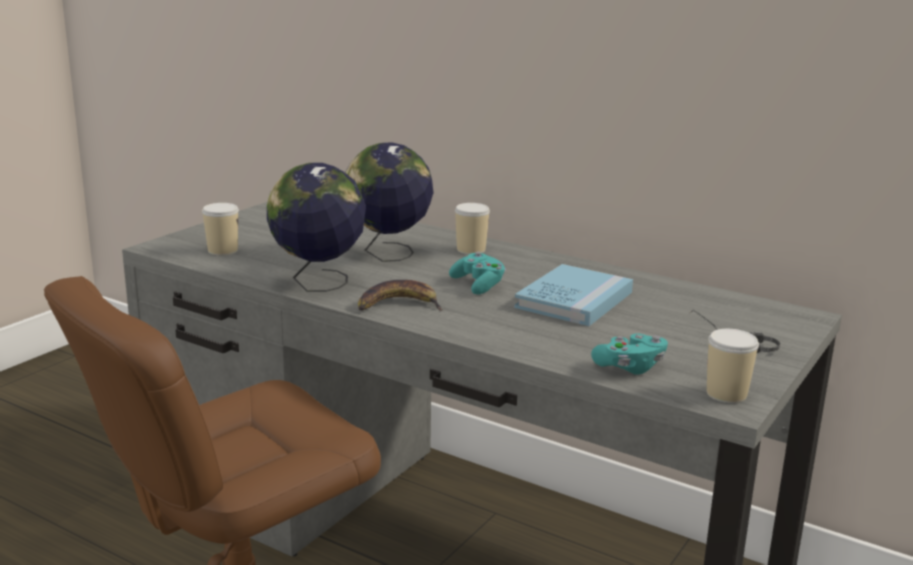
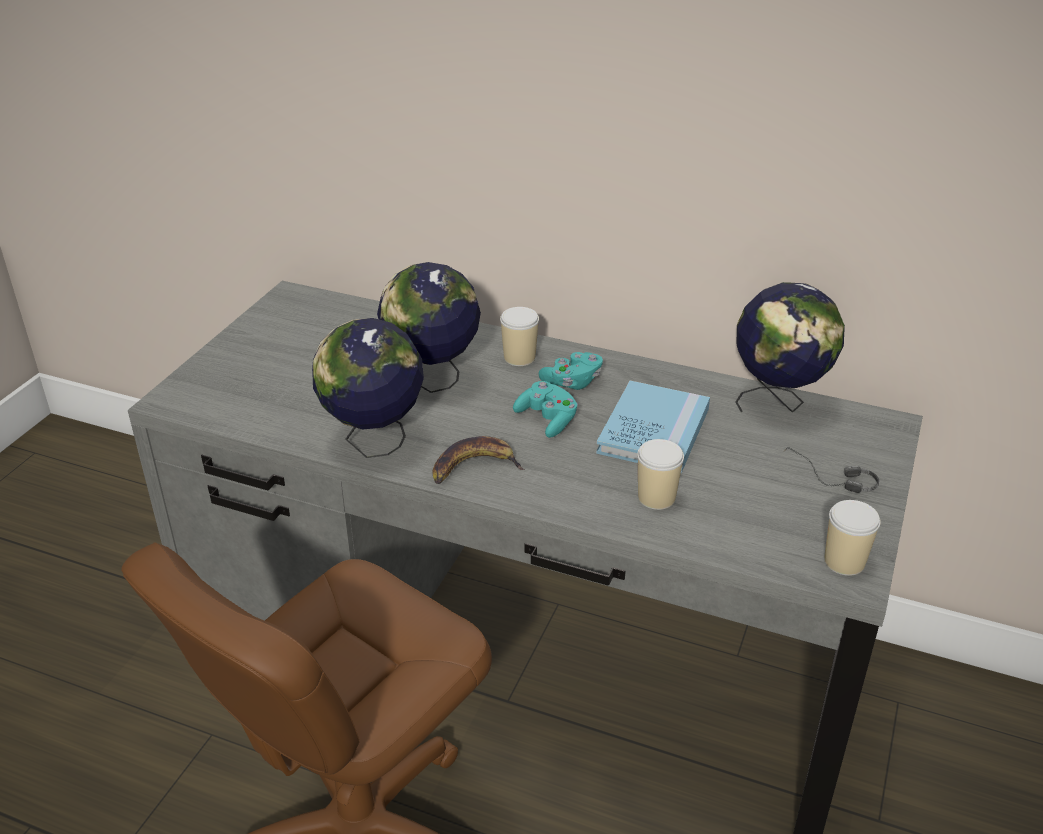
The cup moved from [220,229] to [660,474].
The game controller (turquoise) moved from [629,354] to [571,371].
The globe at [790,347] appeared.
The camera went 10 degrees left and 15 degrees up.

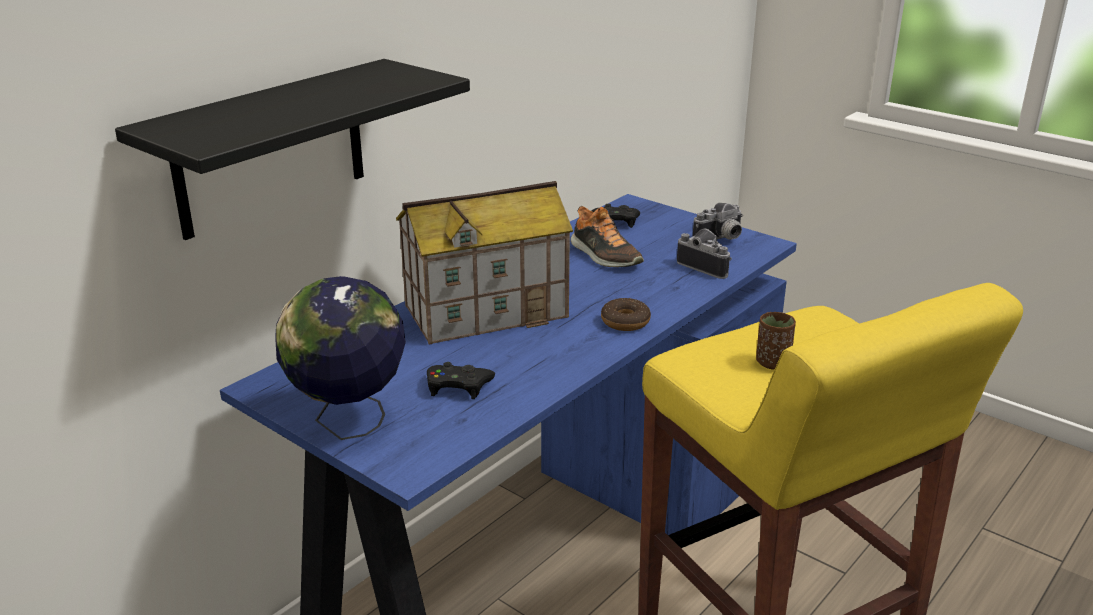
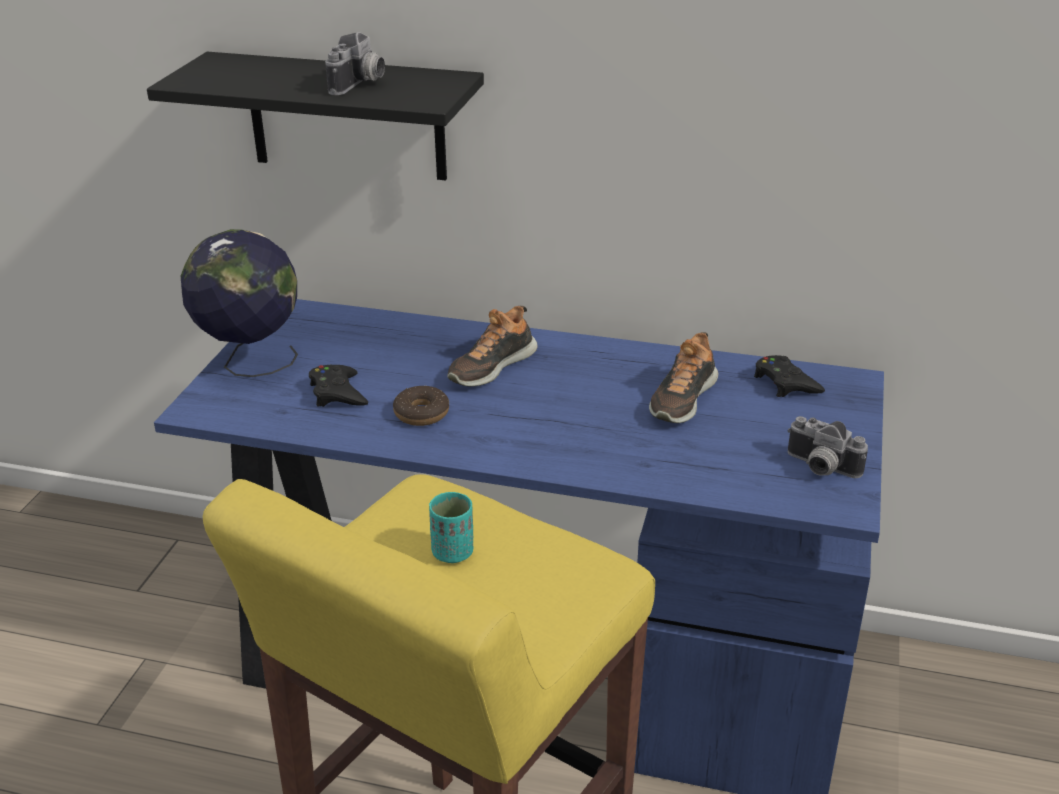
The toy house at [484,262] was replaced by the shoe at [493,346].
The photo camera moved from [704,253] to [355,63].
The donut moved from [626,314] to [421,406].
The cup (brown) at [776,341] became the cup (turquoise) at [451,527].
The camera went 65 degrees right and 5 degrees up.

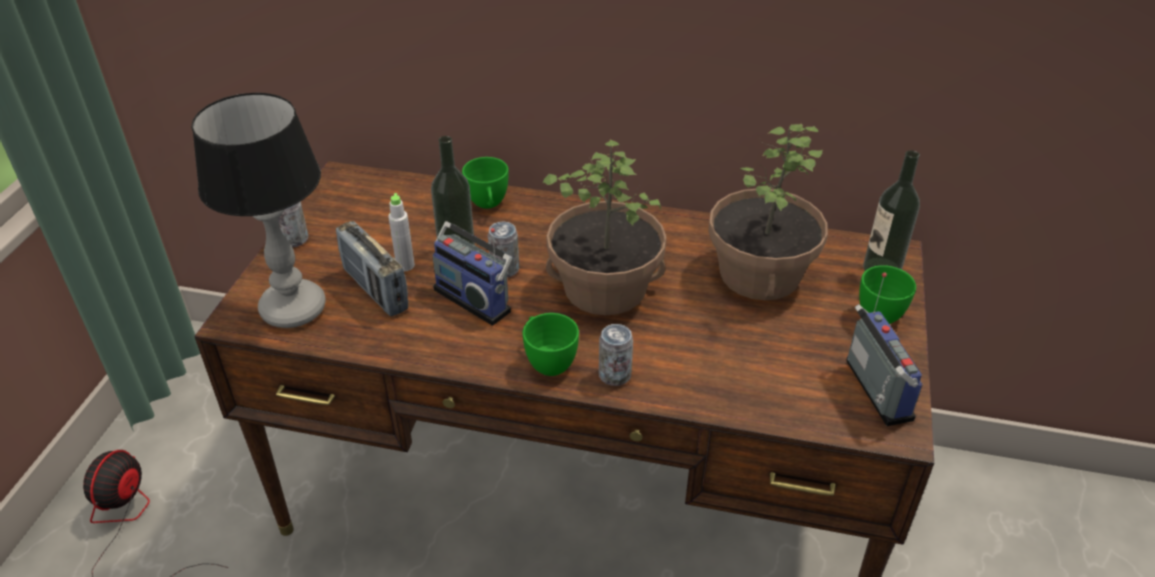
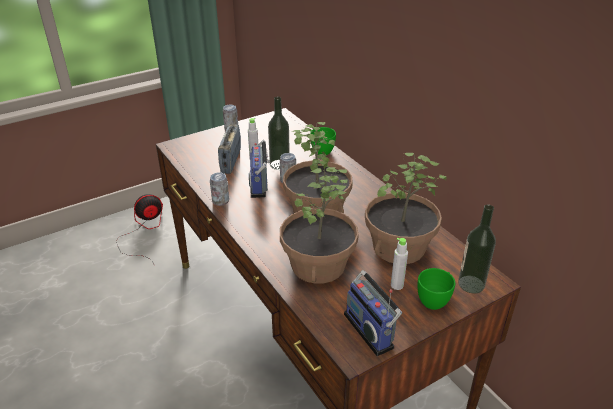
The table lamp at [258,210] disappeared.
The radio at [884,349] turned 120 degrees clockwise.
The cup (green) at [551,344] disappeared.
The can moved from [616,355] to [219,189].
The potted plant at [319,225] appeared.
The bottle (grey) at [399,264] appeared.
The camera went 45 degrees right and 5 degrees down.

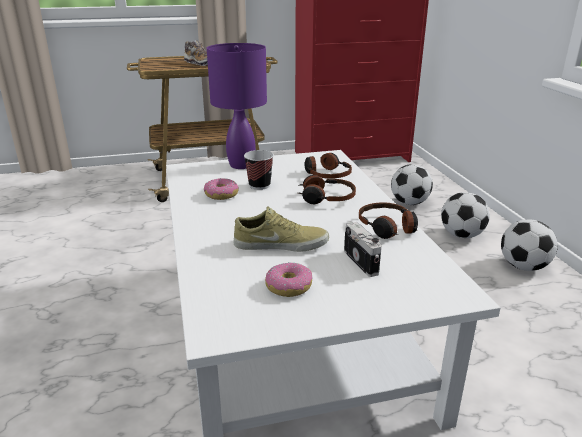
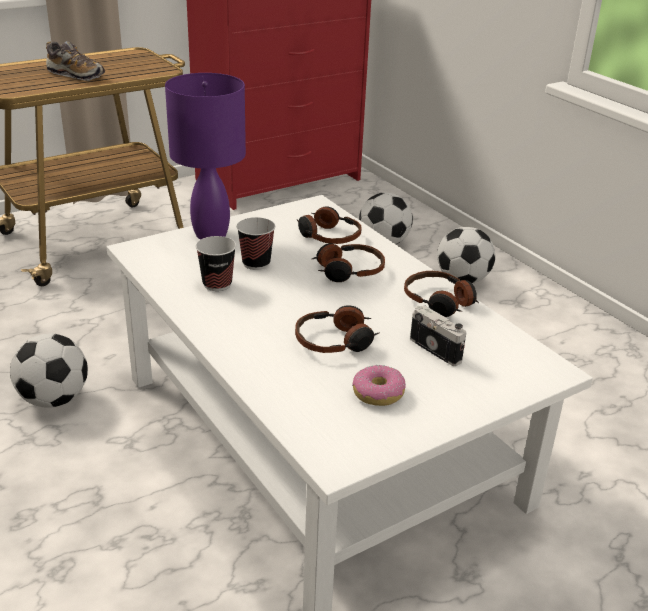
The donut at [221,189] was replaced by the cup at [216,263].
The shoe (beige) at [281,229] was replaced by the headphones at [337,329].
The football moved from [529,245] to [49,371].
The camera went 20 degrees left and 5 degrees up.

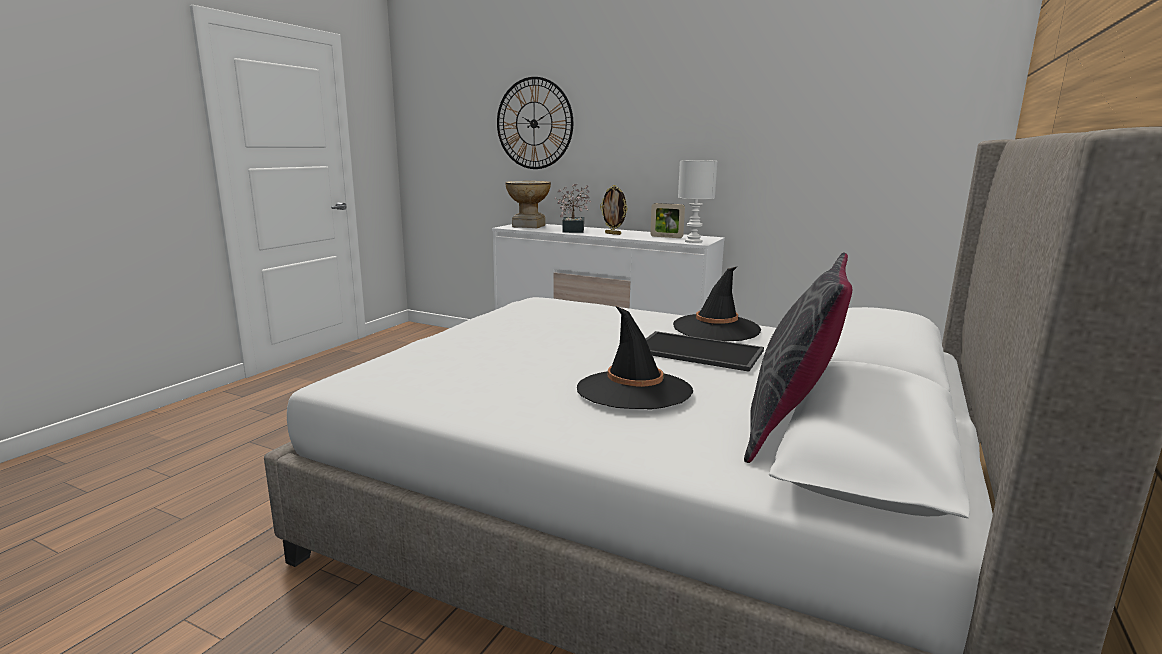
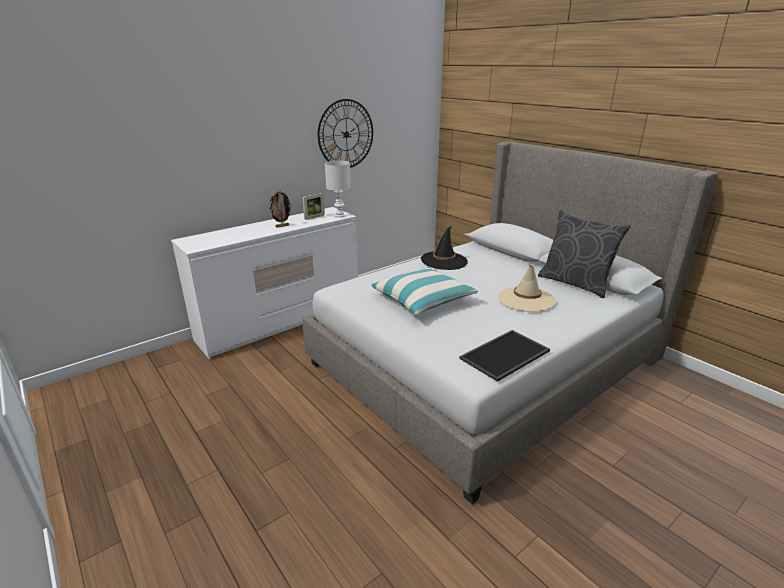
The wall clock moved from [535,123] to [345,133].
The vase at [528,205] disappeared.
The potted plant at [573,208] disappeared.
The hat (black) at [635,357] became the hat (beige) at [527,288].
The tray moved from [705,351] to [504,356].
The pillow at [425,291] appeared.
The camera went 65 degrees left and 10 degrees up.

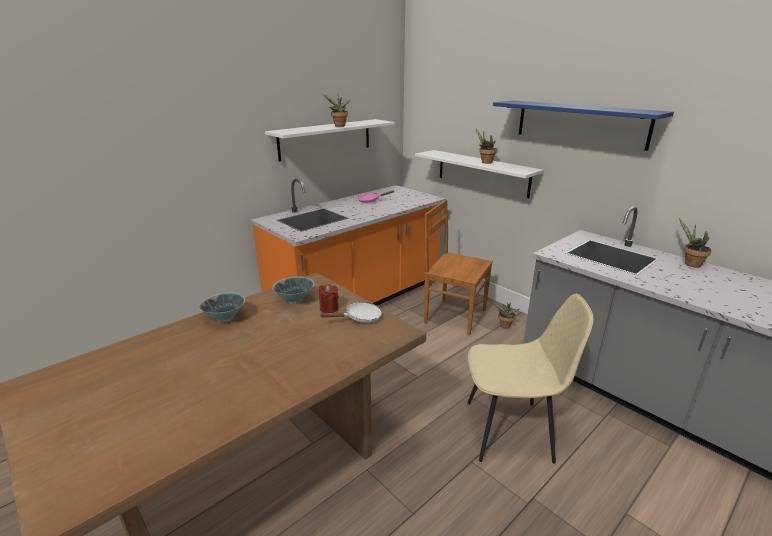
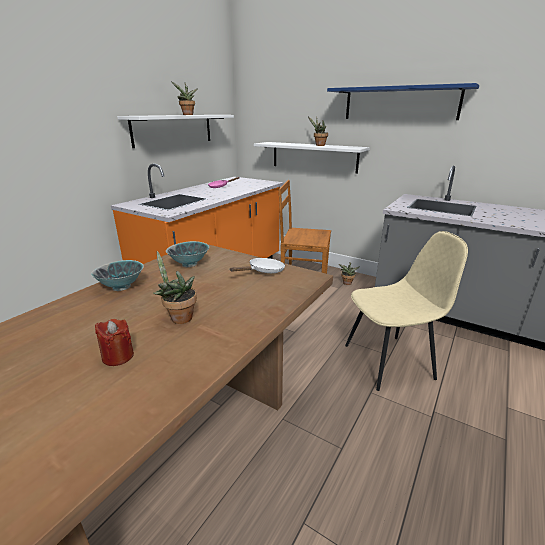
The potted plant moved from [695,243] to [175,287].
The candle (red) moved from [329,298] to [114,342].
The camera went 15 degrees left and 0 degrees up.

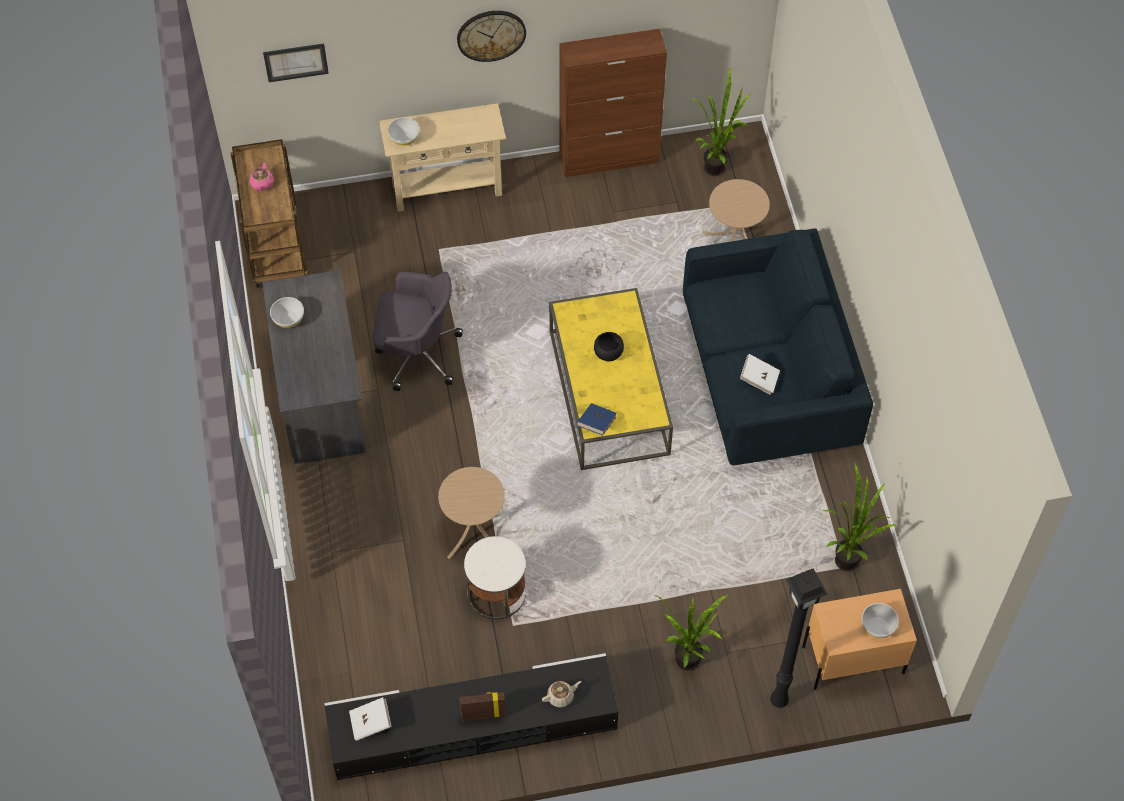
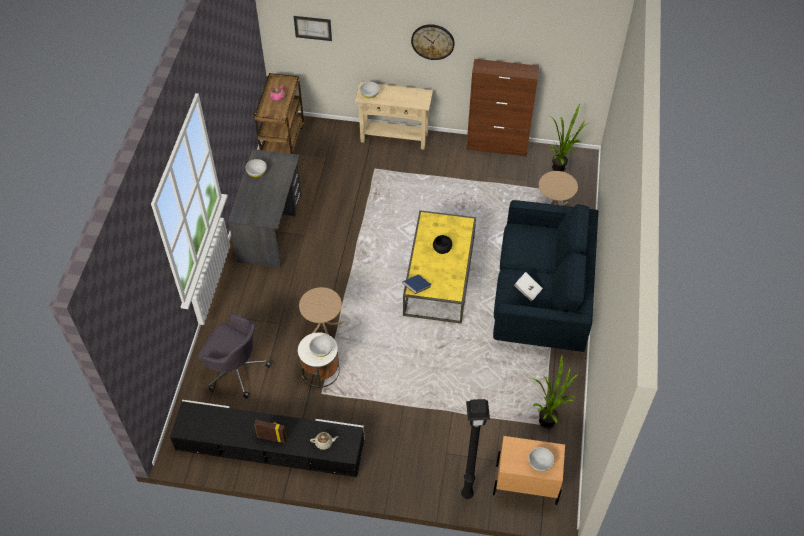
The office chair (grey) moved from [418,331] to [235,356].
The potted plant at [690,632] disappeared.
The book (white) at [370,719] disappeared.
The bowl (white) at [321,346] appeared.
The camera went 20 degrees right and 5 degrees down.

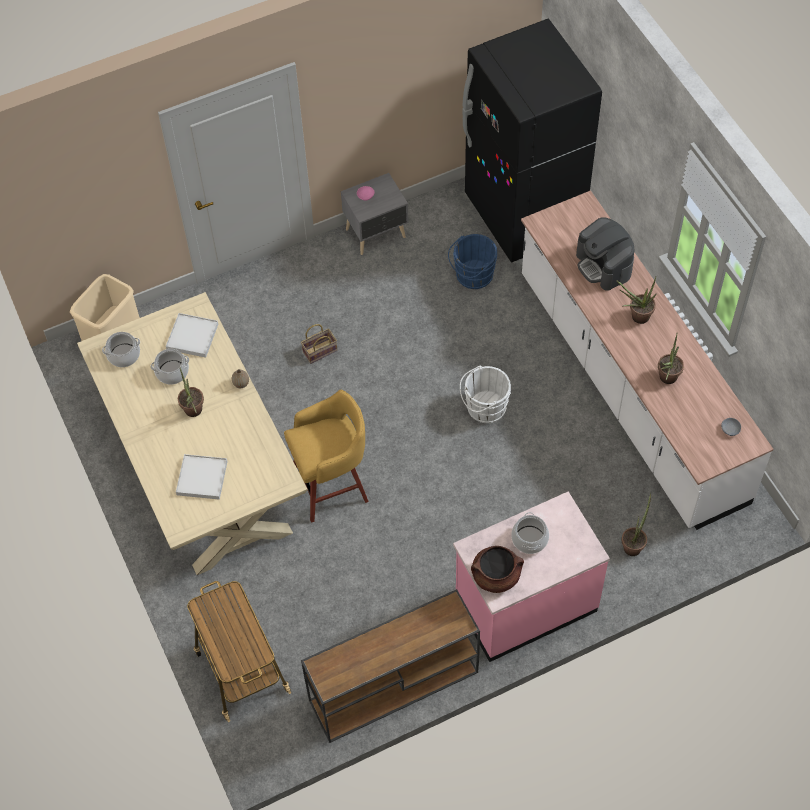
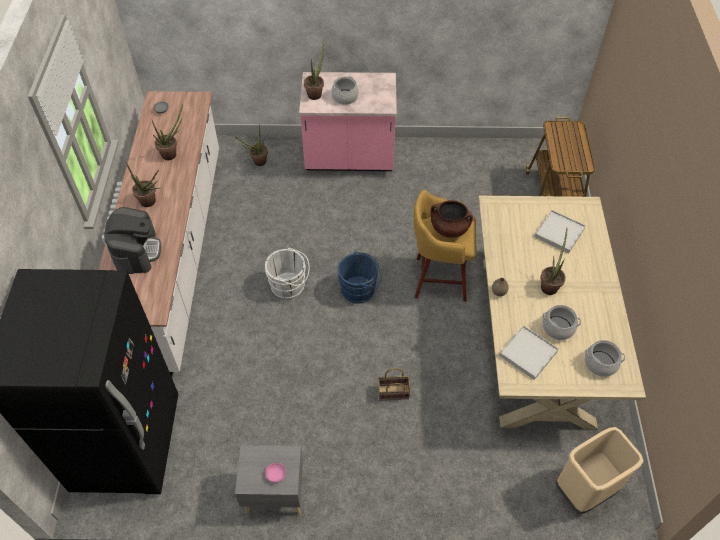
The bucket (blue) moved from [473,261] to [360,278].
The cooking pot (brown) moved from [497,569] to [452,219].
The console table (brown) at [390,666] disappeared.
The potted plant at [314,69] appeared.
The camera went 155 degrees left and 5 degrees down.

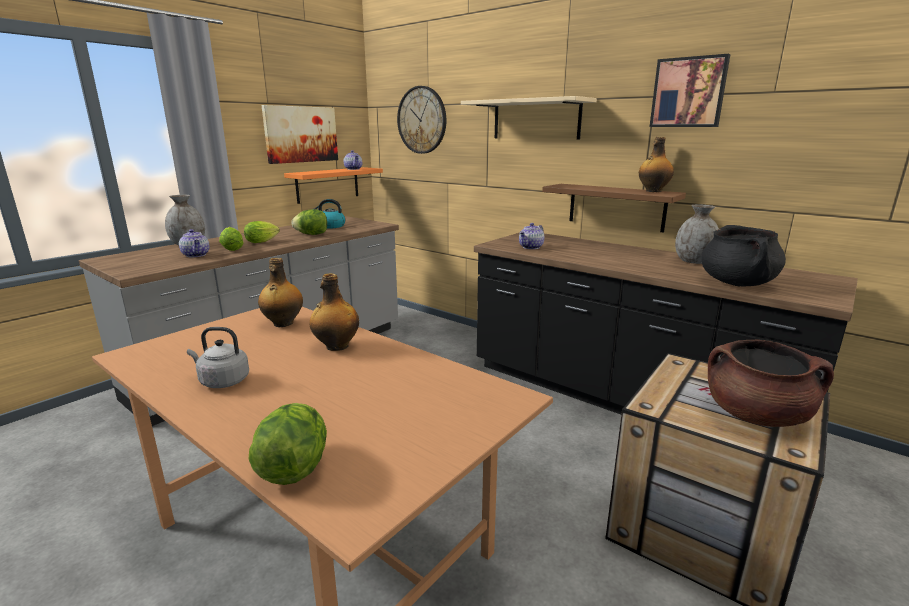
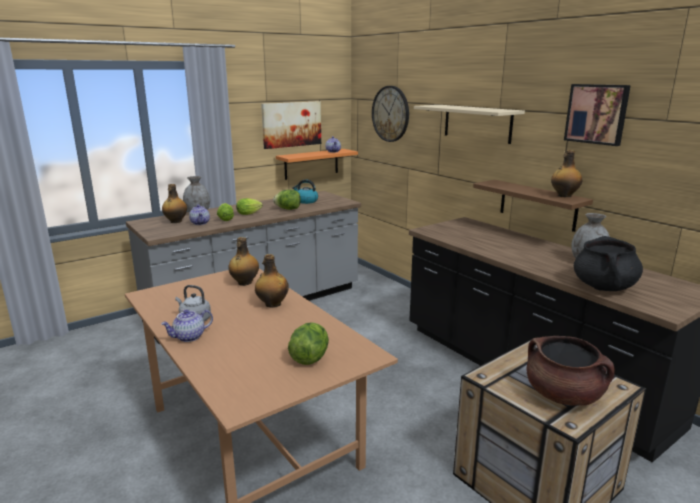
The teapot moved from [531,236] to [187,325].
The lettuce moved from [288,444] to [308,343].
The bottle at [174,203] appeared.
The camera went 15 degrees right and 0 degrees up.

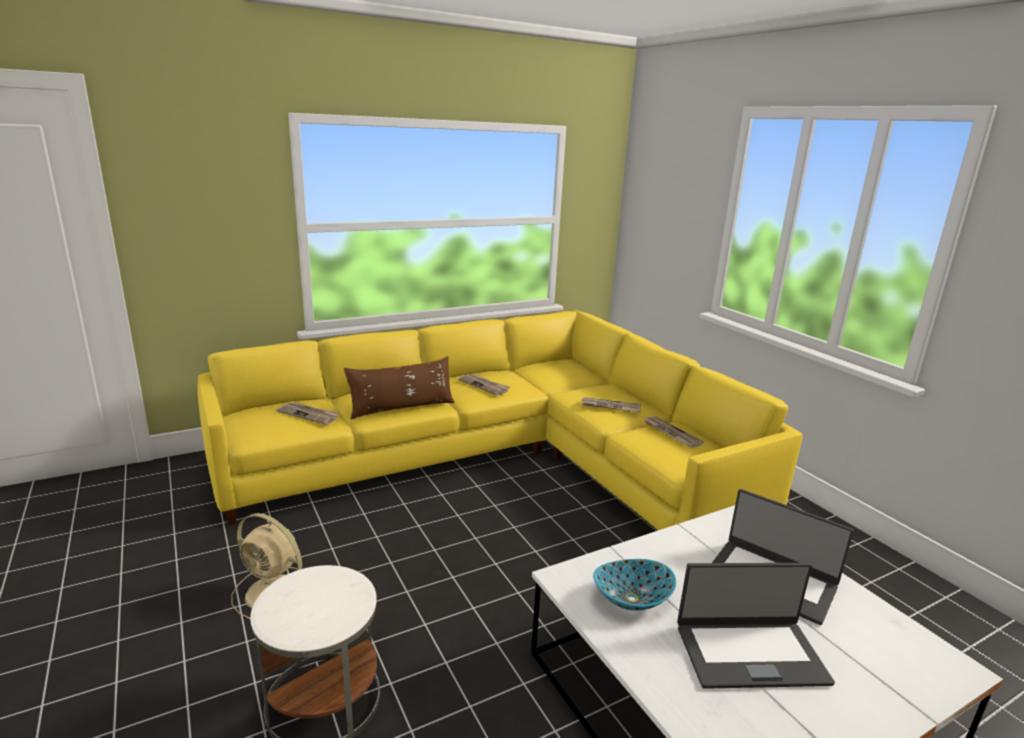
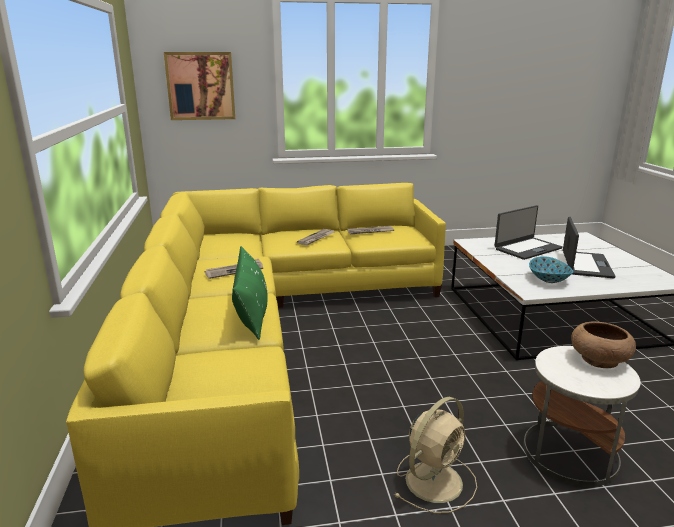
The pillow (brown) at [399,388] became the pillow (green) at [249,293].
The newspaper at [308,413] disappeared.
The picture at [199,86] appeared.
The bowl (brown) at [603,345] appeared.
The camera went 70 degrees left and 0 degrees up.

